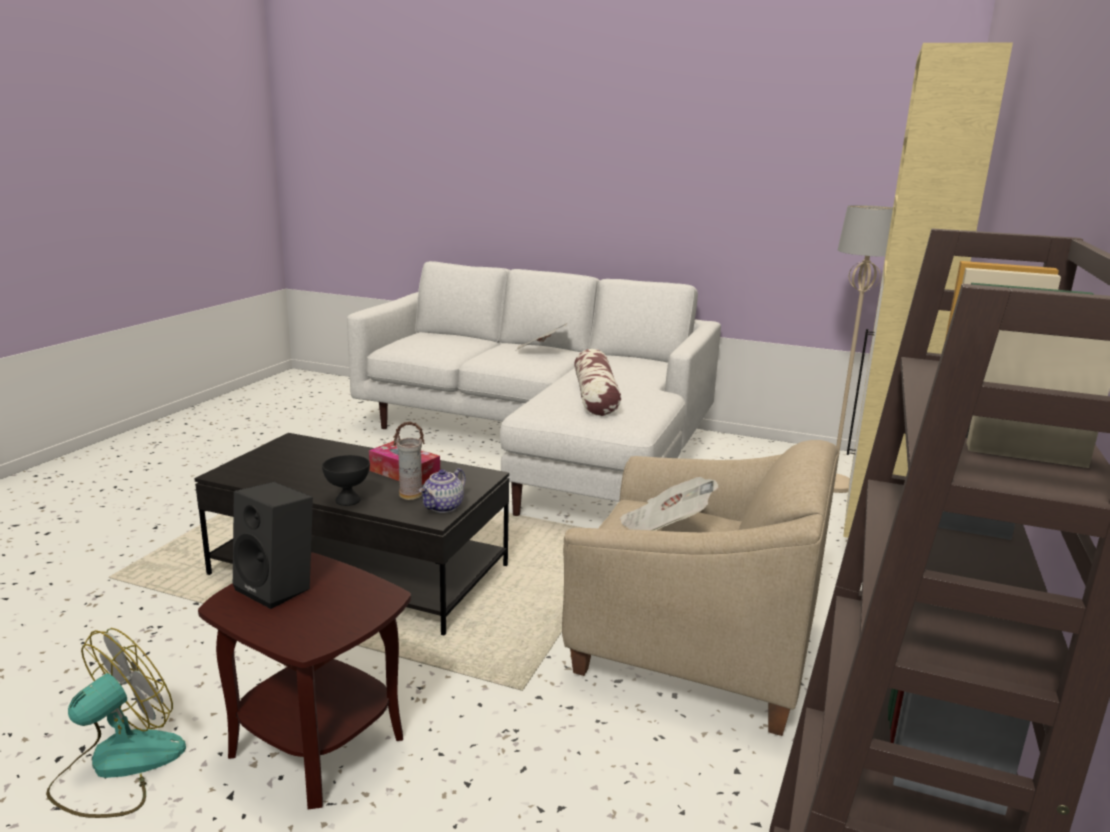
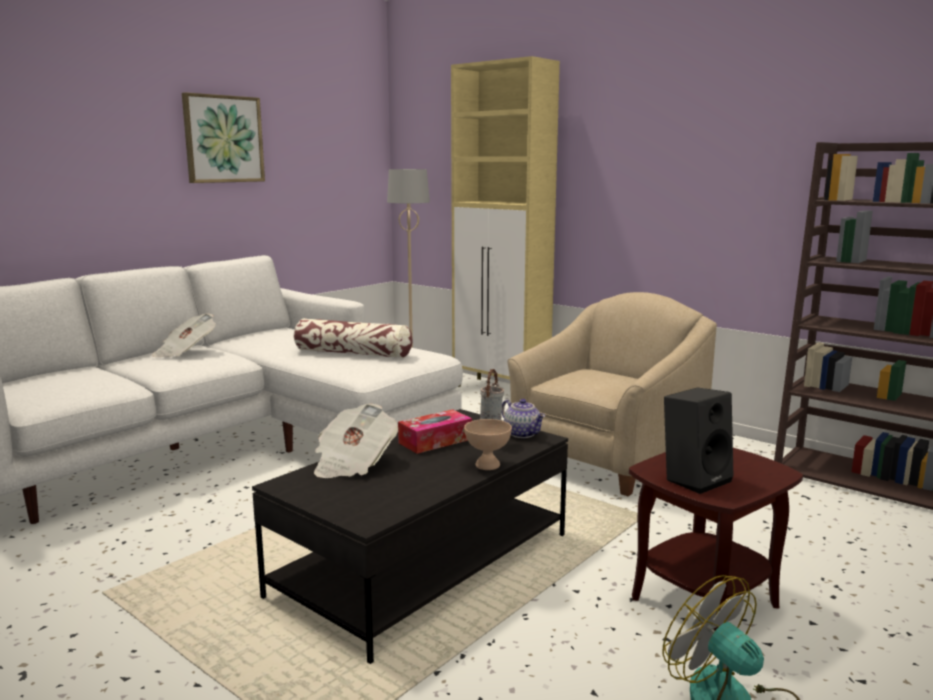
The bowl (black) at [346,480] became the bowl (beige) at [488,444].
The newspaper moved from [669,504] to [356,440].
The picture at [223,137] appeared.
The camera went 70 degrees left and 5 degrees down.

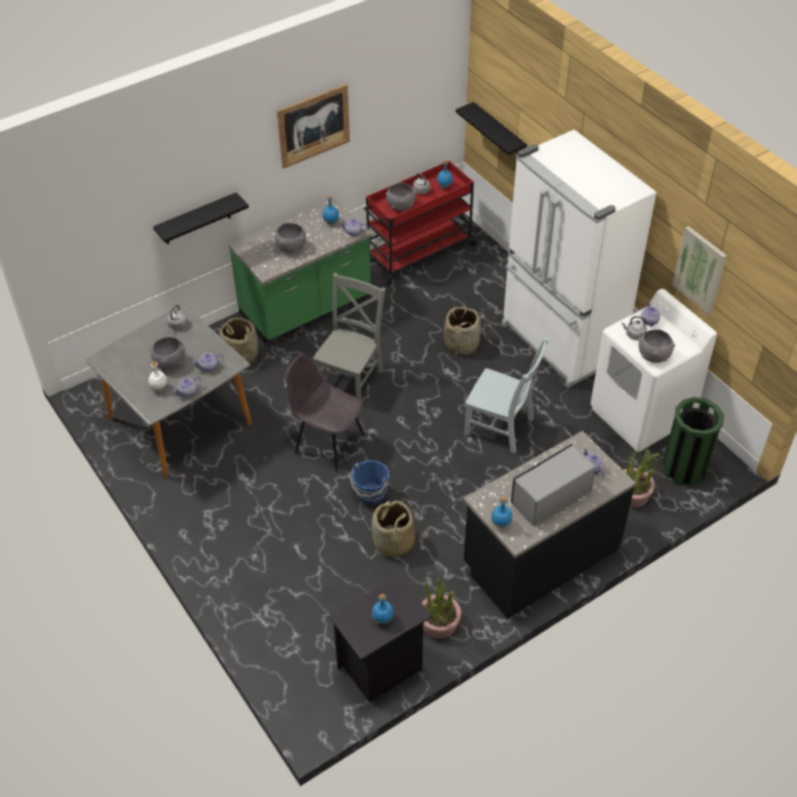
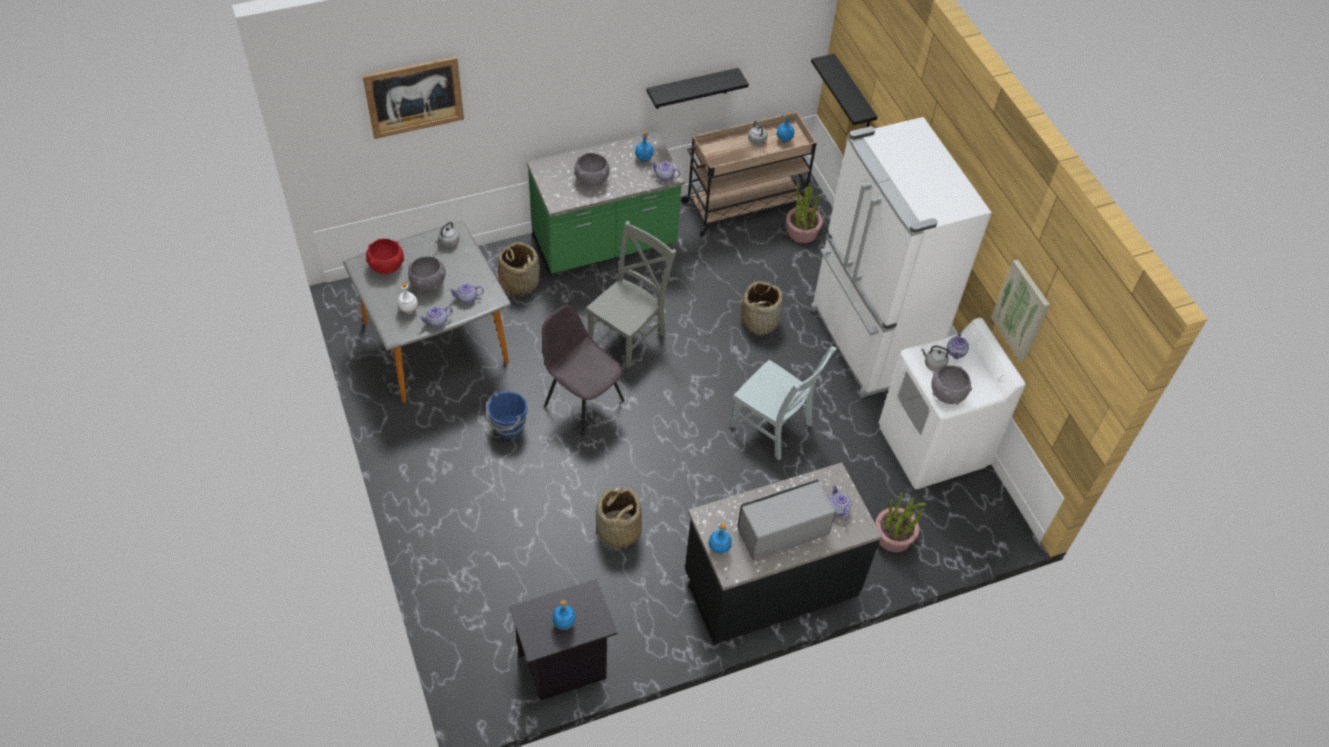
The picture moved from [313,126] to [413,97].
The cart (red) at [421,223] became the cart (beige) at [749,174].
The bowl (grey) at [401,197] disappeared.
The shelf (black) moved from [201,218] to [698,88].
The trash can (green) at [693,442] disappeared.
The bucket (blue) moved from [369,482] to [507,415].
The potted plant moved from [441,608] to [804,213].
The bowl (red) at [385,256] appeared.
The camera went 10 degrees right and 5 degrees up.

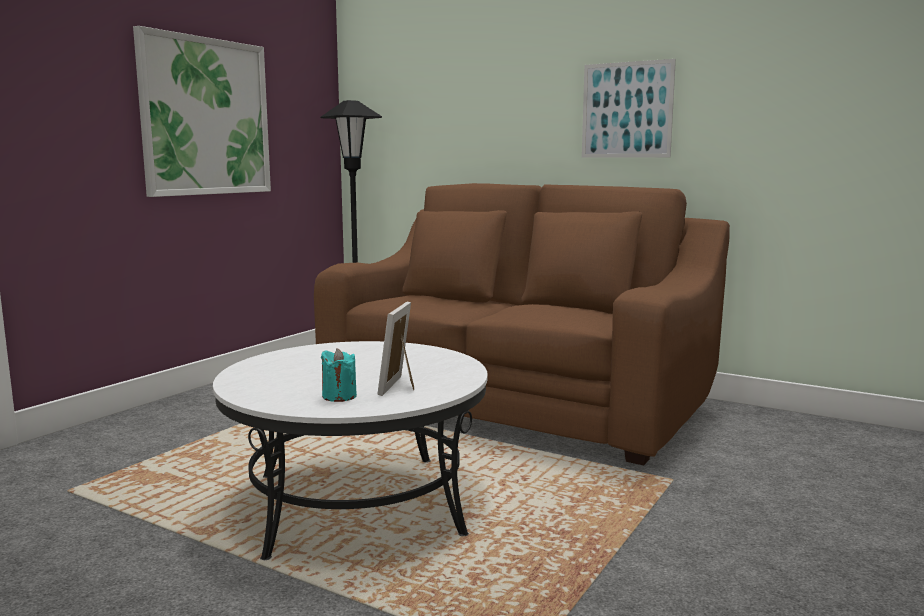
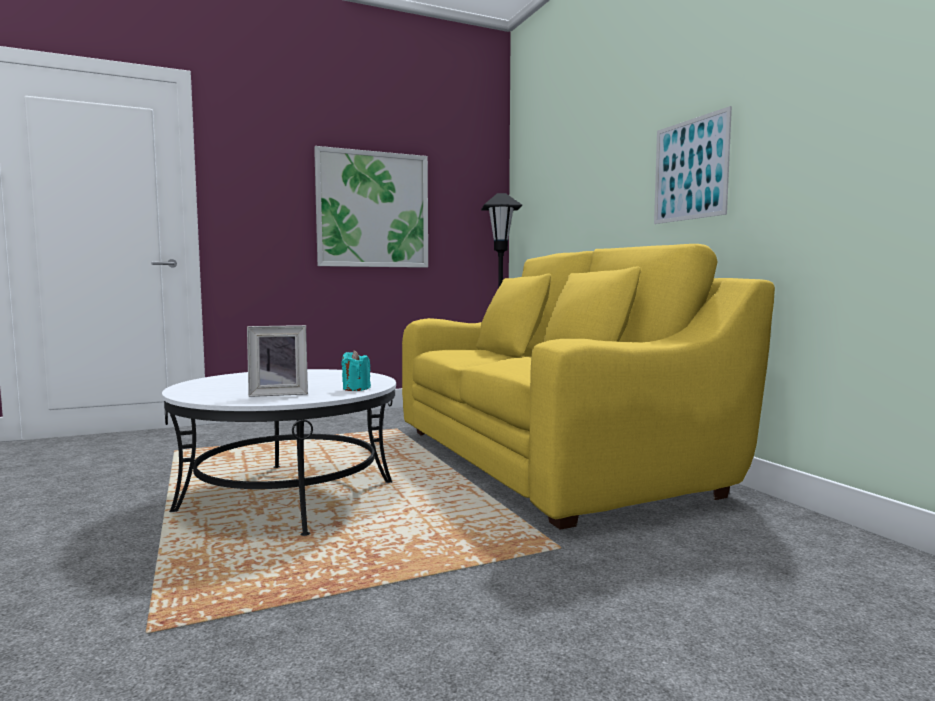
The sofa (brown) at [522,324] became the sofa (yellow) at [588,387].
The picture frame at [395,349] turned 150 degrees counterclockwise.
The candle (turquoise) moved from [339,375] to [356,370].
The camera went 35 degrees right and 5 degrees down.

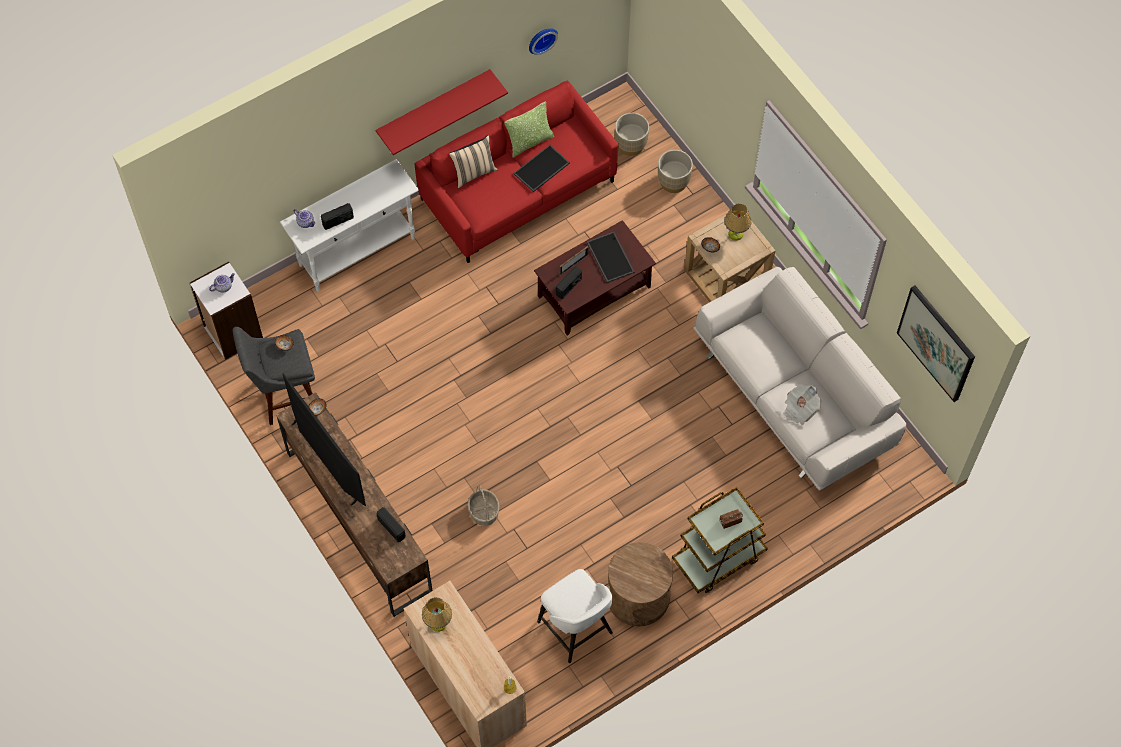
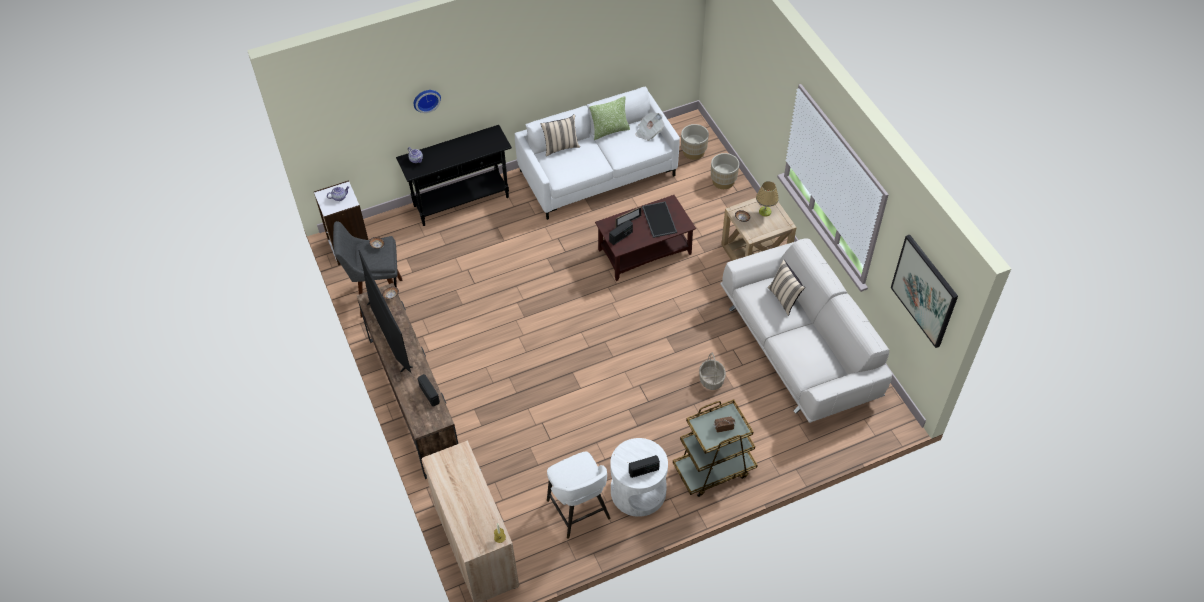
The wall clock moved from [543,41] to [427,101].
The shelf (red) at [442,112] disappeared.
The sofa (red) at [516,171] became the sofa (white) at [597,153].
The tray at [541,168] disappeared.
The console table (white) at [349,225] became the console table (black) at [454,175].
The radio moved from [337,216] to [644,466].
The newspaper moved from [802,404] to [649,126].
The basket moved from [484,505] to [712,371].
The side table (brown) at [640,584] became the side table (white) at [639,477].
The table lamp at [437,614] disappeared.
The pillow (beige) at [786,288] appeared.
The camera went 10 degrees right and 10 degrees down.

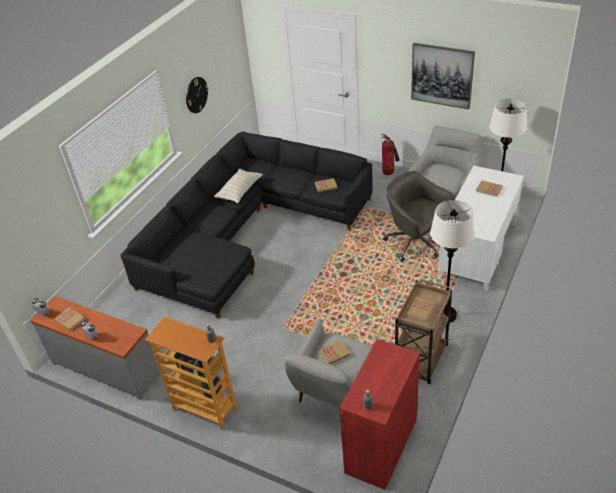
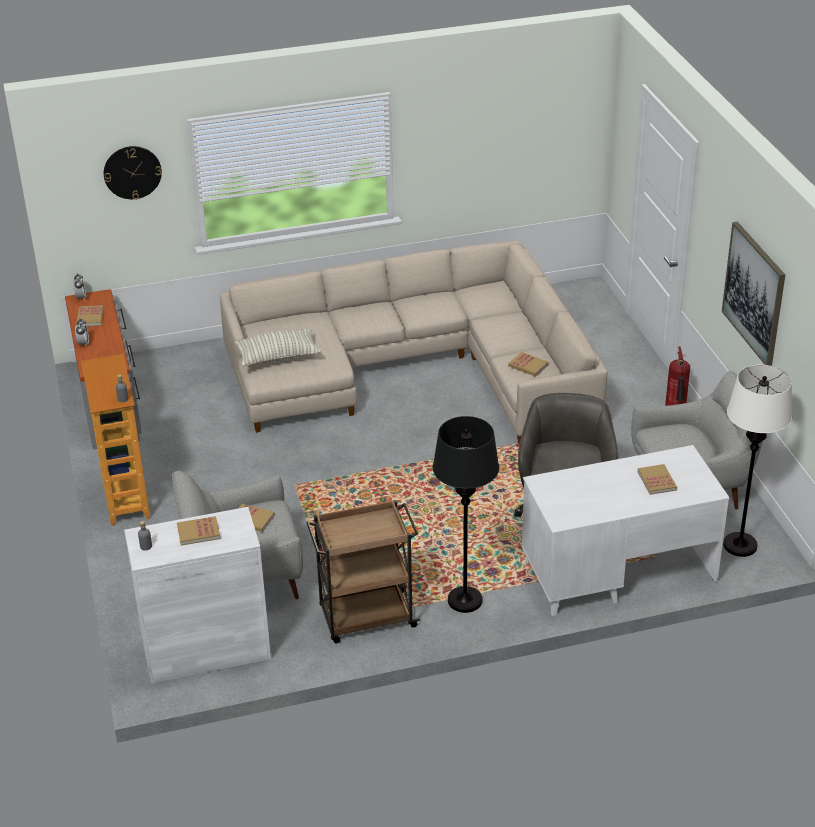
The wall clock moved from [197,95] to [133,173].
The sofa (black) at [246,225] became the sofa (beige) at [414,342].
The pillow moved from [238,186] to [277,347].
The floor lamp (white) at [452,261] became the floor lamp (black) at [466,514].
The book moved from [420,309] to [198,530].
The cabinet (red) at [379,414] became the cabinet (white) at [197,595].
The camera went 45 degrees right and 5 degrees down.

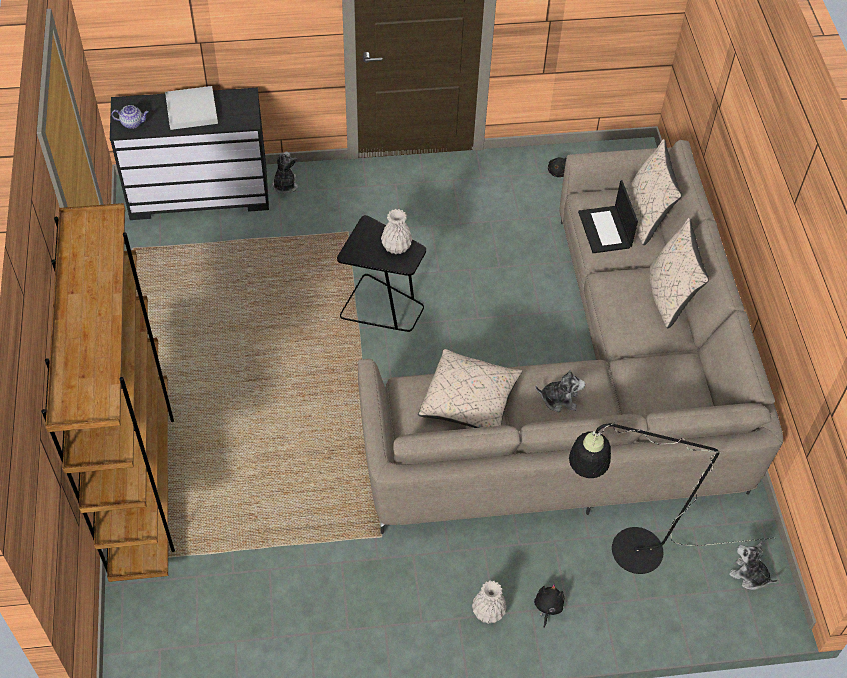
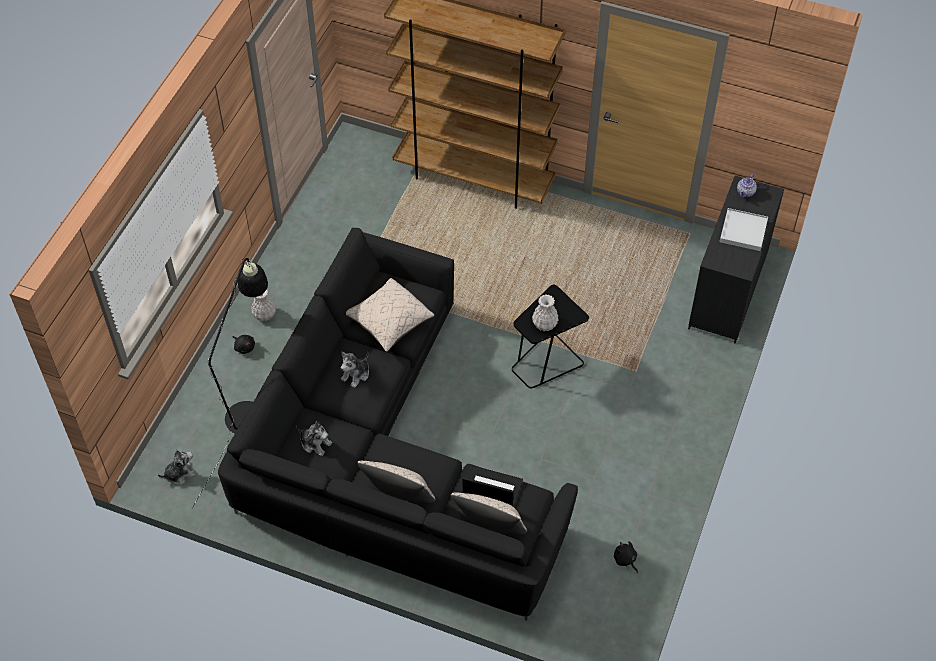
The sofa (beige) at [570,337] became the sofa (black) at [398,424].
The plush toy moved from [285,173] to [314,438].
The camera went 120 degrees right and 0 degrees up.

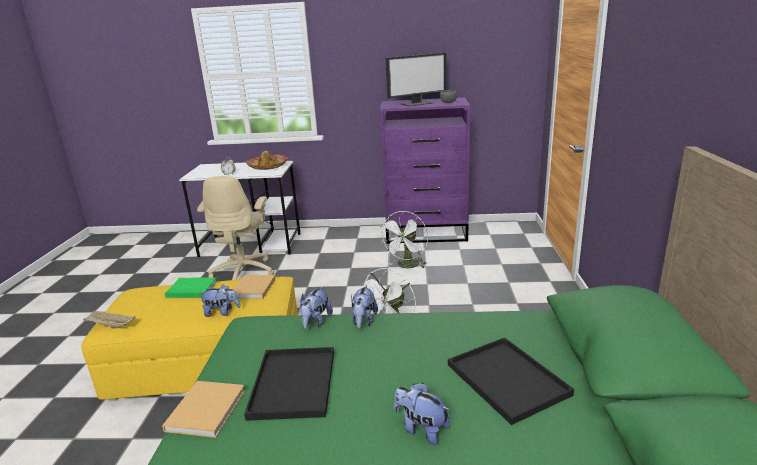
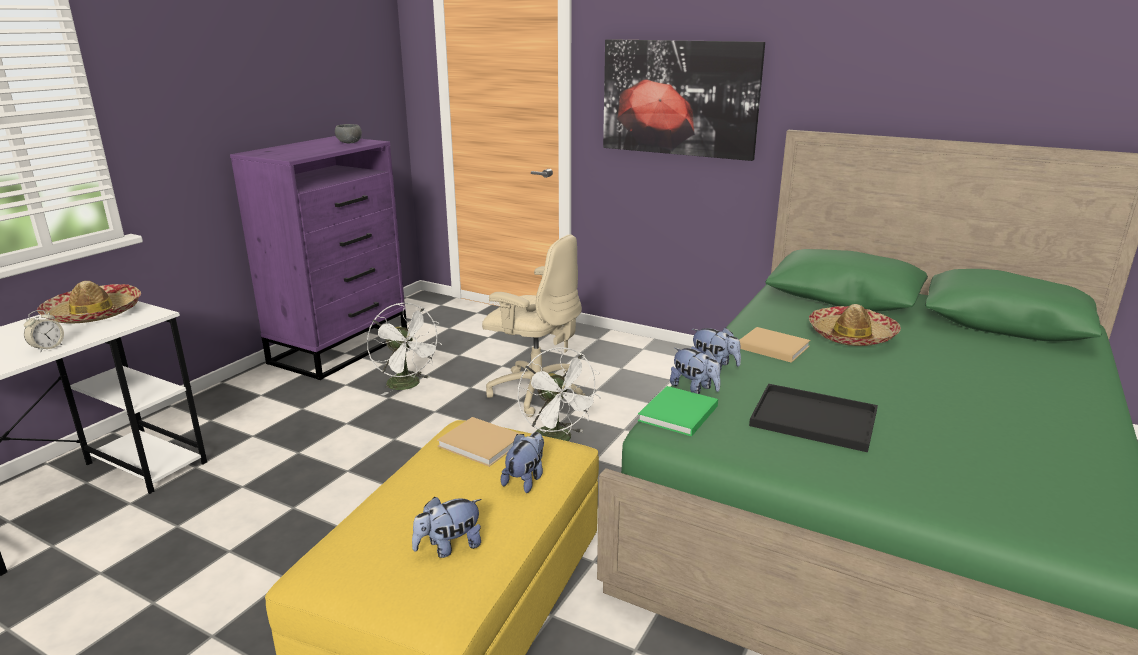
The monitor at [416,79] disappeared.
The office chair (beige) moved from [236,228] to [534,325].
The book (green) moved from [191,287] to [678,411].
The tray (beige) at [109,319] disappeared.
The tray (black) at [511,381] was replaced by the hat at [855,325].
The book (beige) moved from [203,409] to [774,345].
The plush toy moved from [422,414] to [447,527].
The picture at [684,100] appeared.
The camera went 65 degrees left and 0 degrees up.

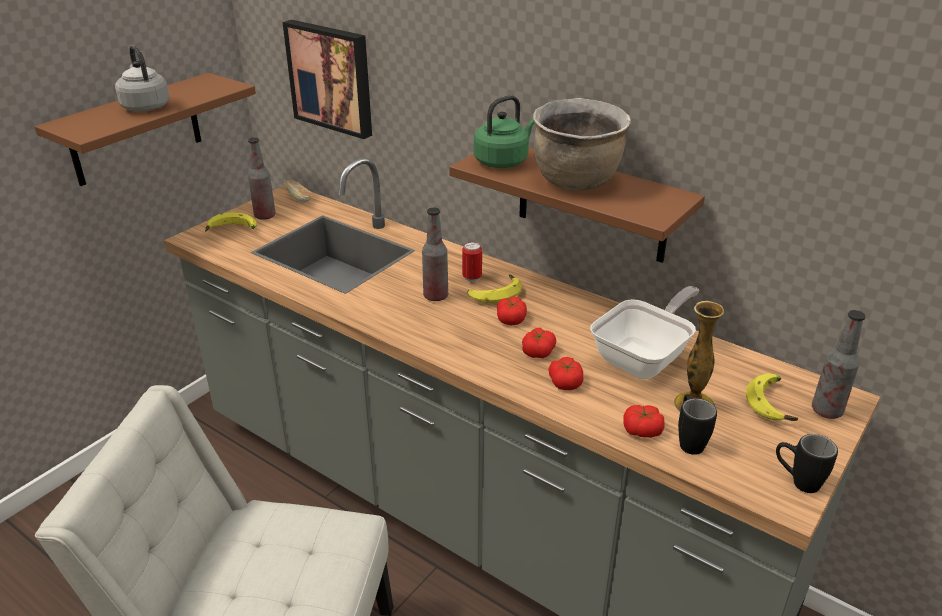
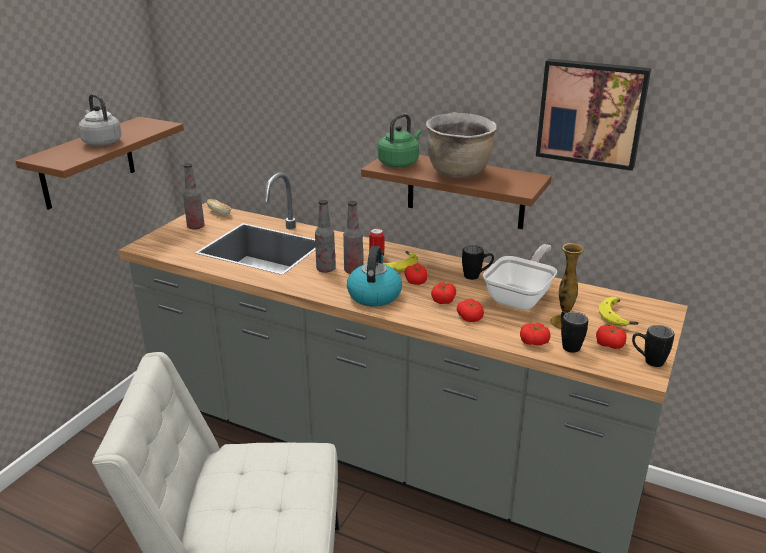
The picture moved from [327,79] to [593,115].
The banana at [231,222] disappeared.
The bottle moved from [839,364] to [325,236].
The mug (black) at [478,262] appeared.
The kettle at [374,276] appeared.
The tomato at [611,337] appeared.
The camera went 10 degrees left and 5 degrees down.

